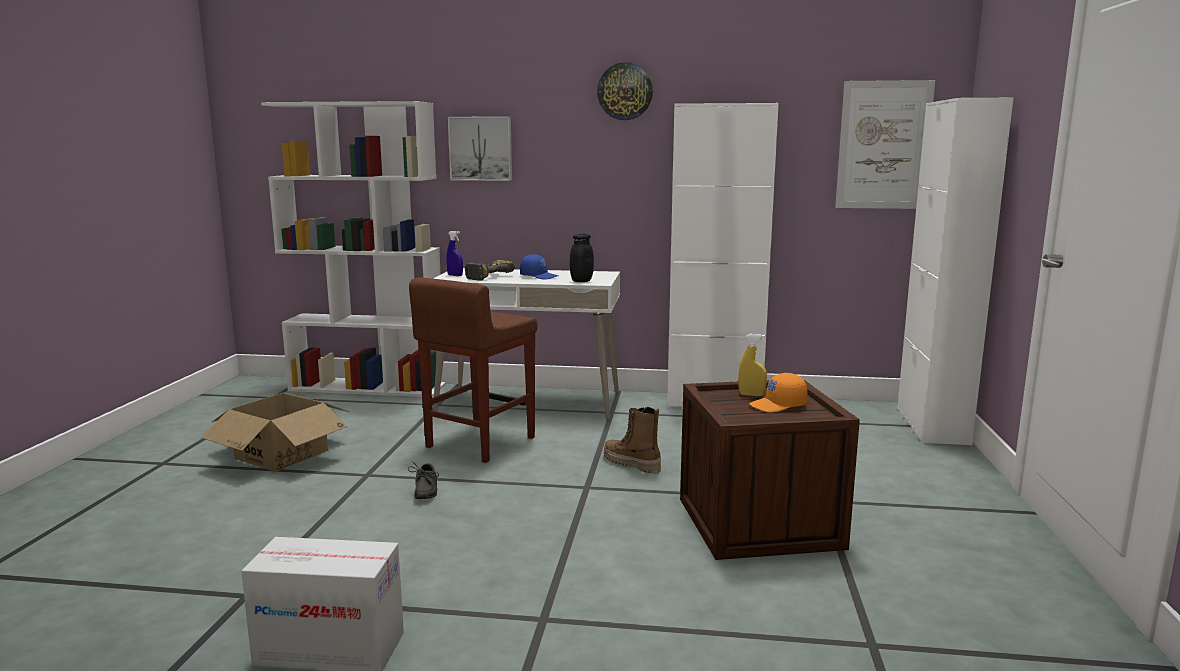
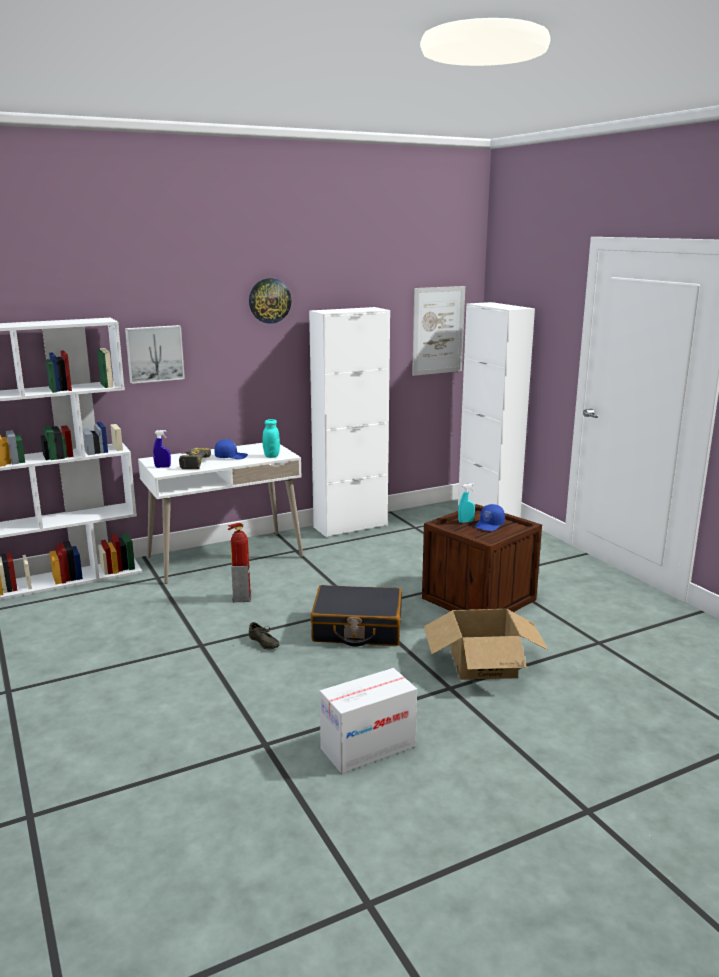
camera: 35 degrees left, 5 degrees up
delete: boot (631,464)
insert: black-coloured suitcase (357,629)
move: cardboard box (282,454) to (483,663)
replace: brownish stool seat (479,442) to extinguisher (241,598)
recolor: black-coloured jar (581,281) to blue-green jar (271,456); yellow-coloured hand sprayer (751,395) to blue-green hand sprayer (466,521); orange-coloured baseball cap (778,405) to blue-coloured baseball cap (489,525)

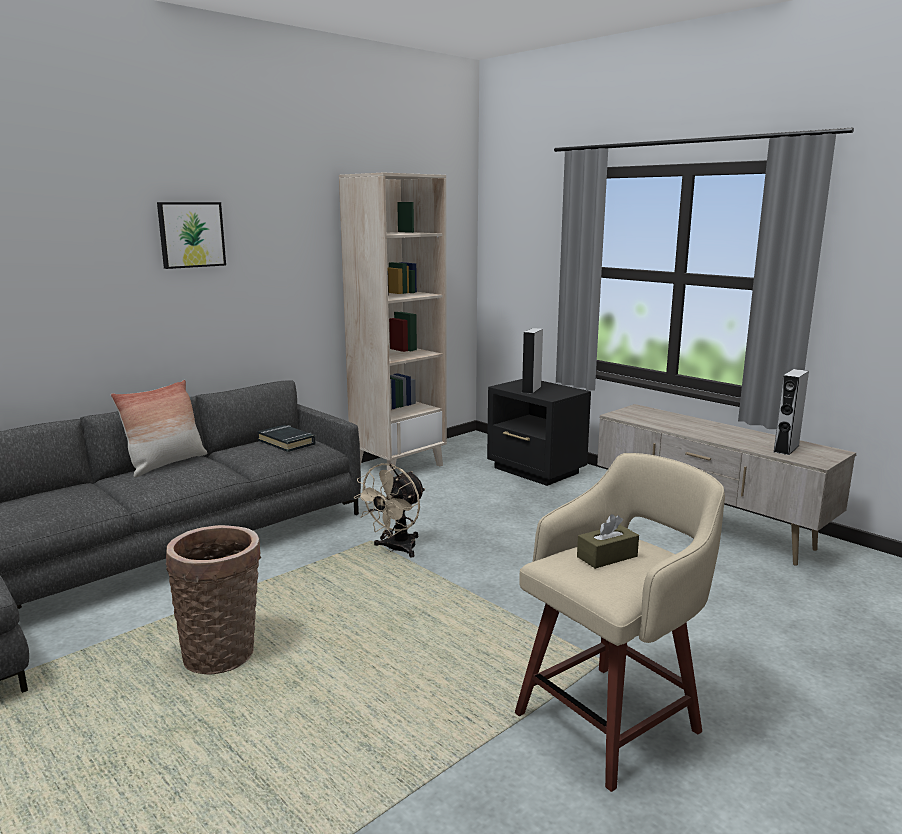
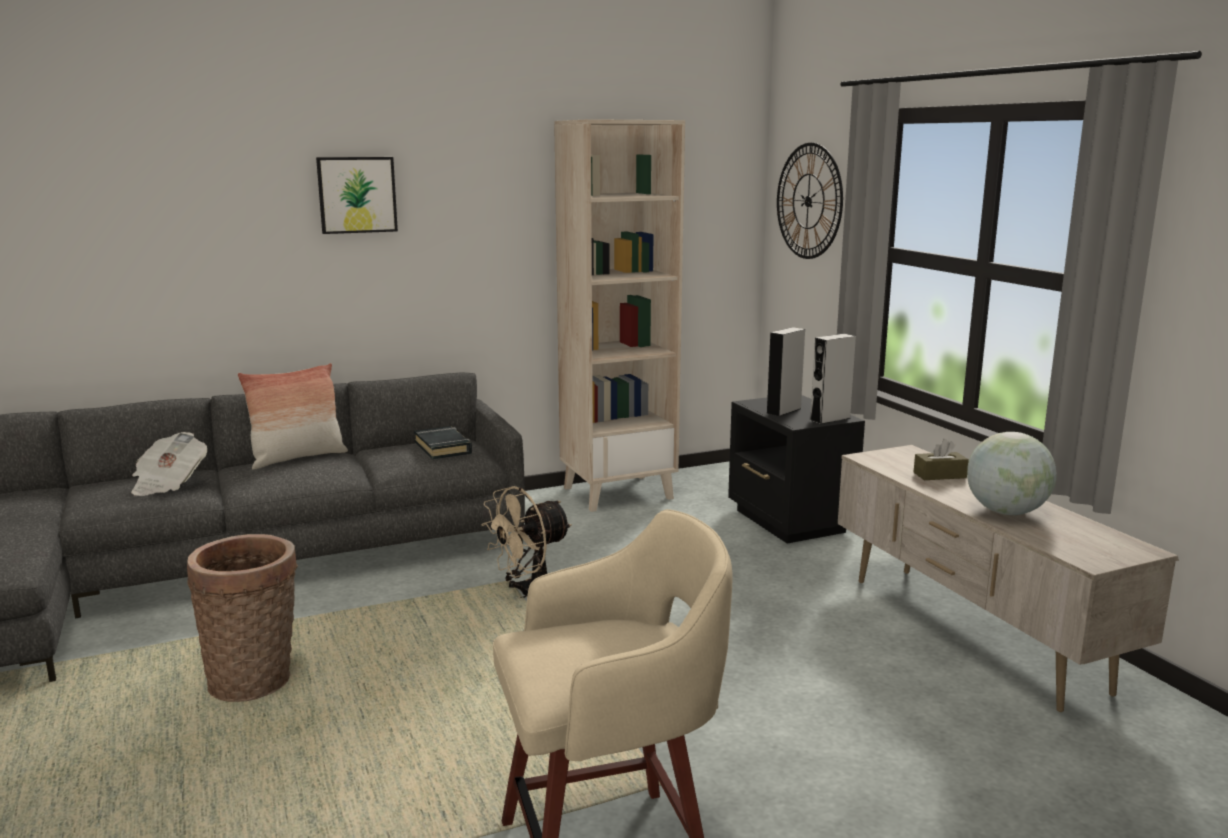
camera: 20 degrees right, 0 degrees up
insert: daily paper (168,484); clock on the wall (808,201); globe (1006,512)
move: brownish box of tissues (607,556) to (939,475); gray speaker (786,448) to (830,419)

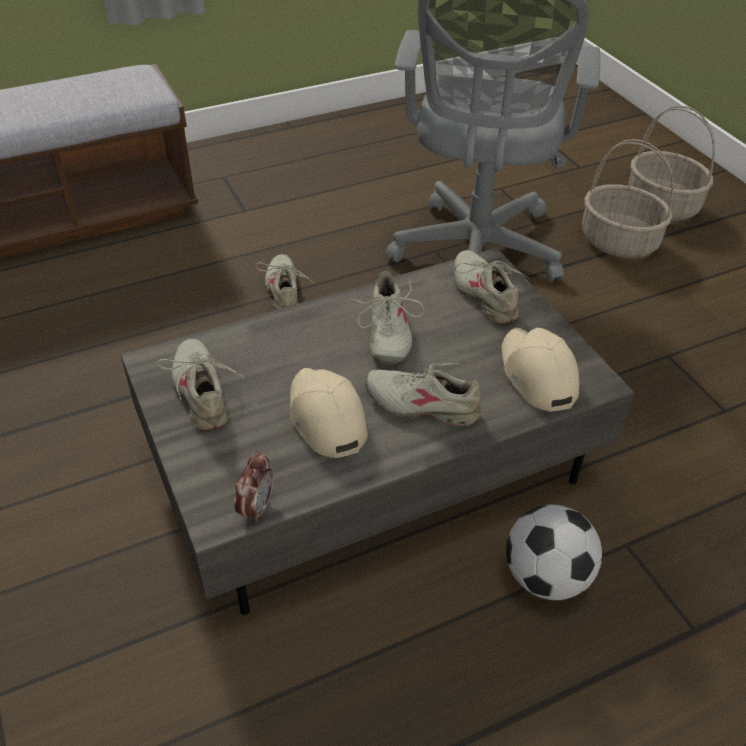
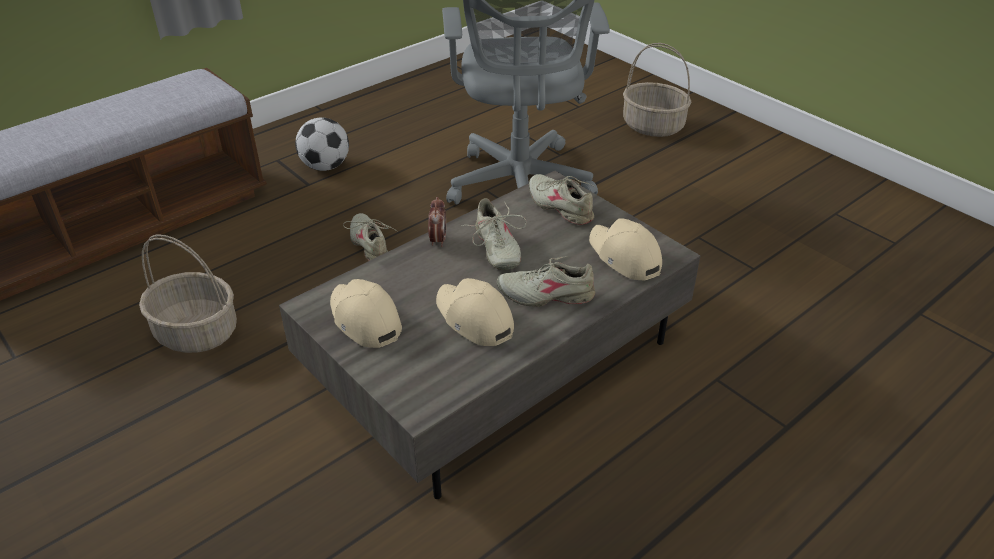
camera: 15 degrees left, 5 degrees down
move: table clock (256,508) to (438,240); football (546,578) to (325,166); household basket (619,242) to (198,332)
replace: beige shoe (203,392) to beige baseball cap (364,320)

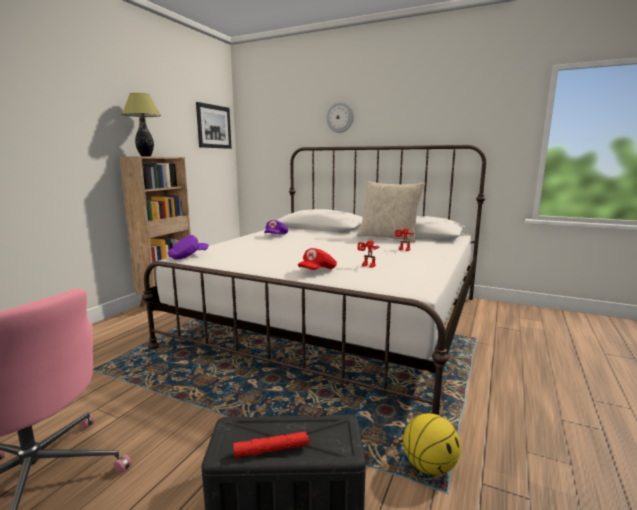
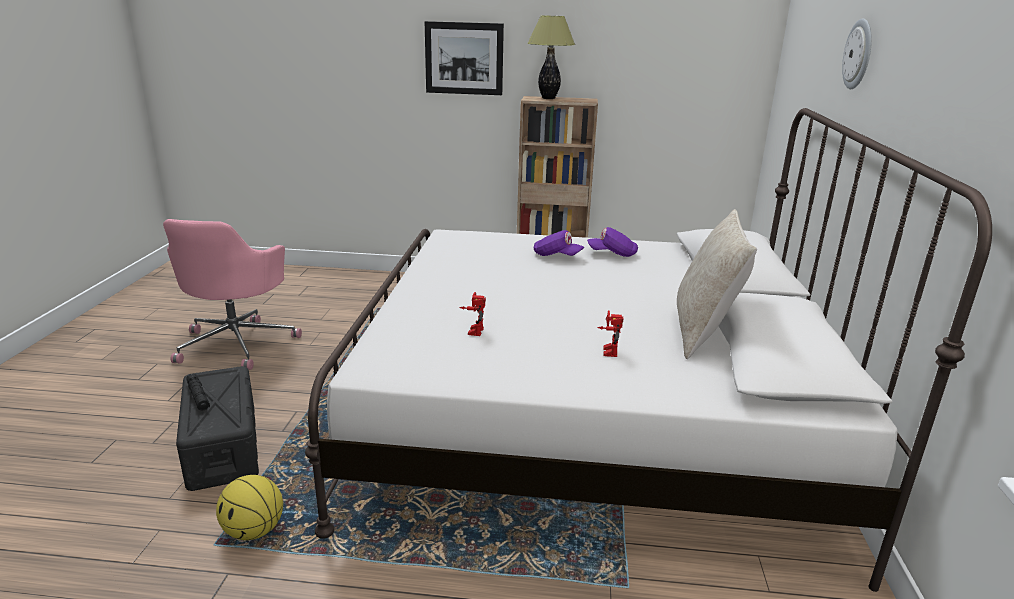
camera: 70 degrees right, 10 degrees up
delete: red baseball cap (317,271)
move: purple baseball cap (188,256) to (557,256); picture (214,126) to (464,58)
recolor: red flashlight (272,450) to black-coloured flashlight (198,397)

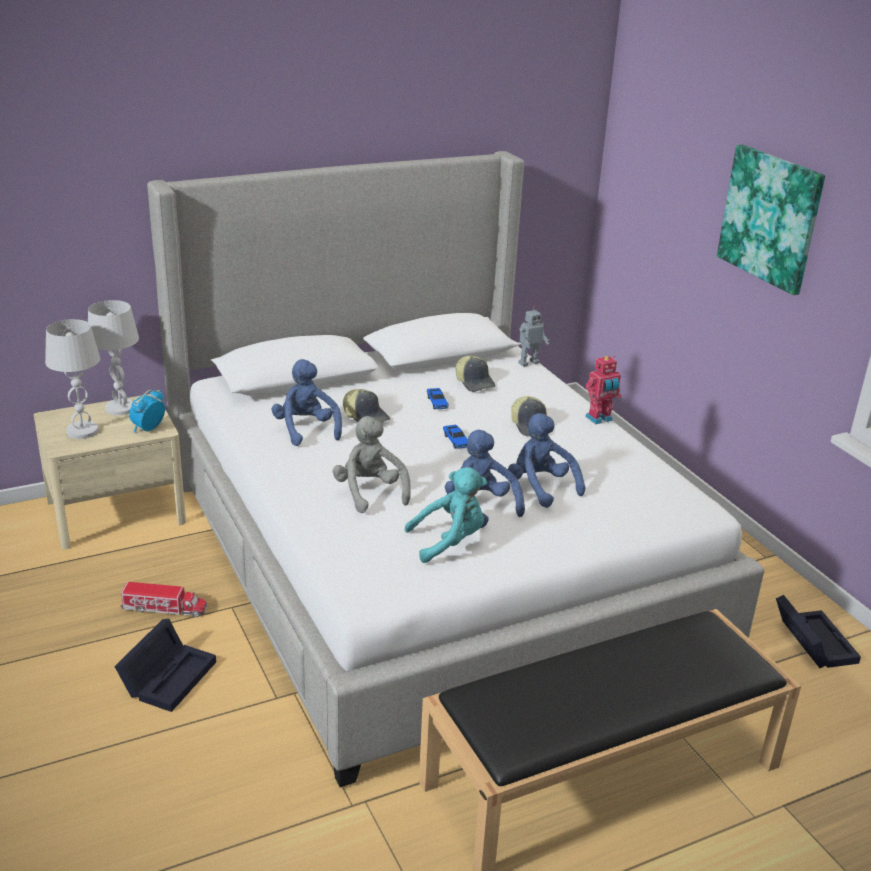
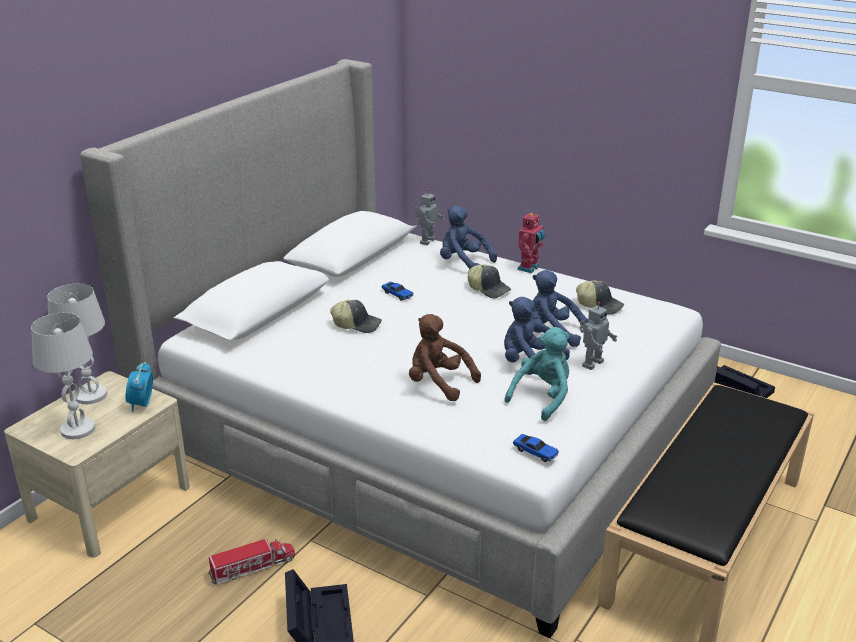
camera: 30 degrees left, 0 degrees up
delete: picture (771,218)
insert: model robot (591,363)
move: blue-coloured plush toy (306,429) to (463,263); model car (456,441) to (535,452); baseball cap (475,382) to (600,305)
recolor: gray plush toy (370,492) to brownish plush toy (438,383)

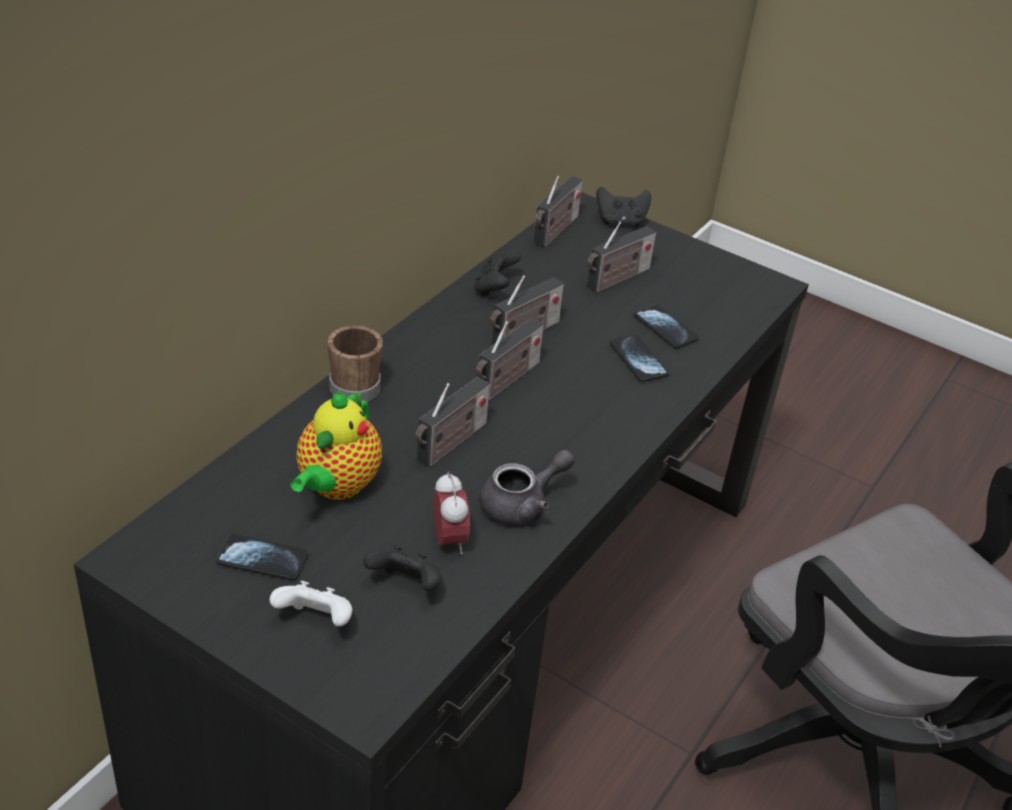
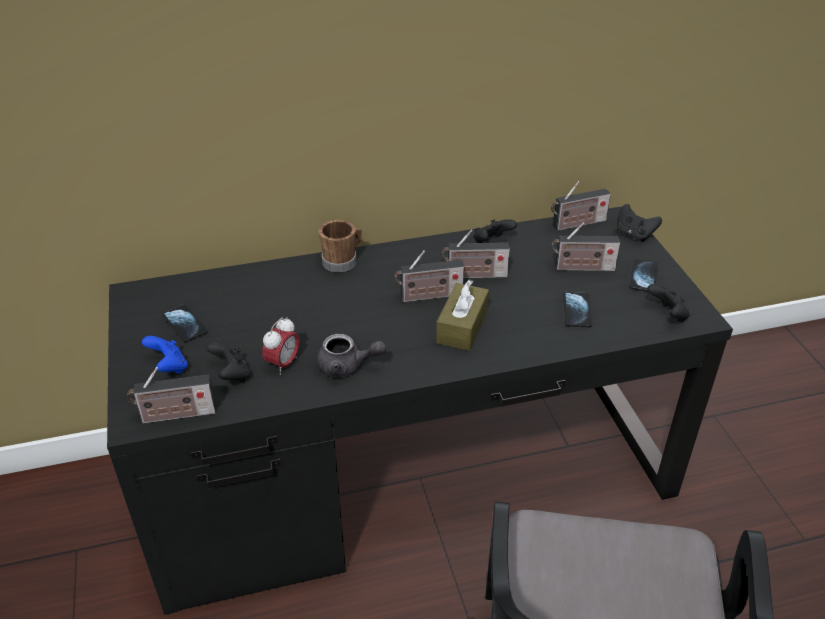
camera: 45 degrees right, 0 degrees up
delete: pot for tea (336,486)
insert: brownish box of tissues (462,326); black-coloured game controller (667,315)
move: radio set (450,444) to (175,415); handset (638,360) to (643,277)
recolor: whitish game controller (316,621) to blue-coloured game controller (169,367)

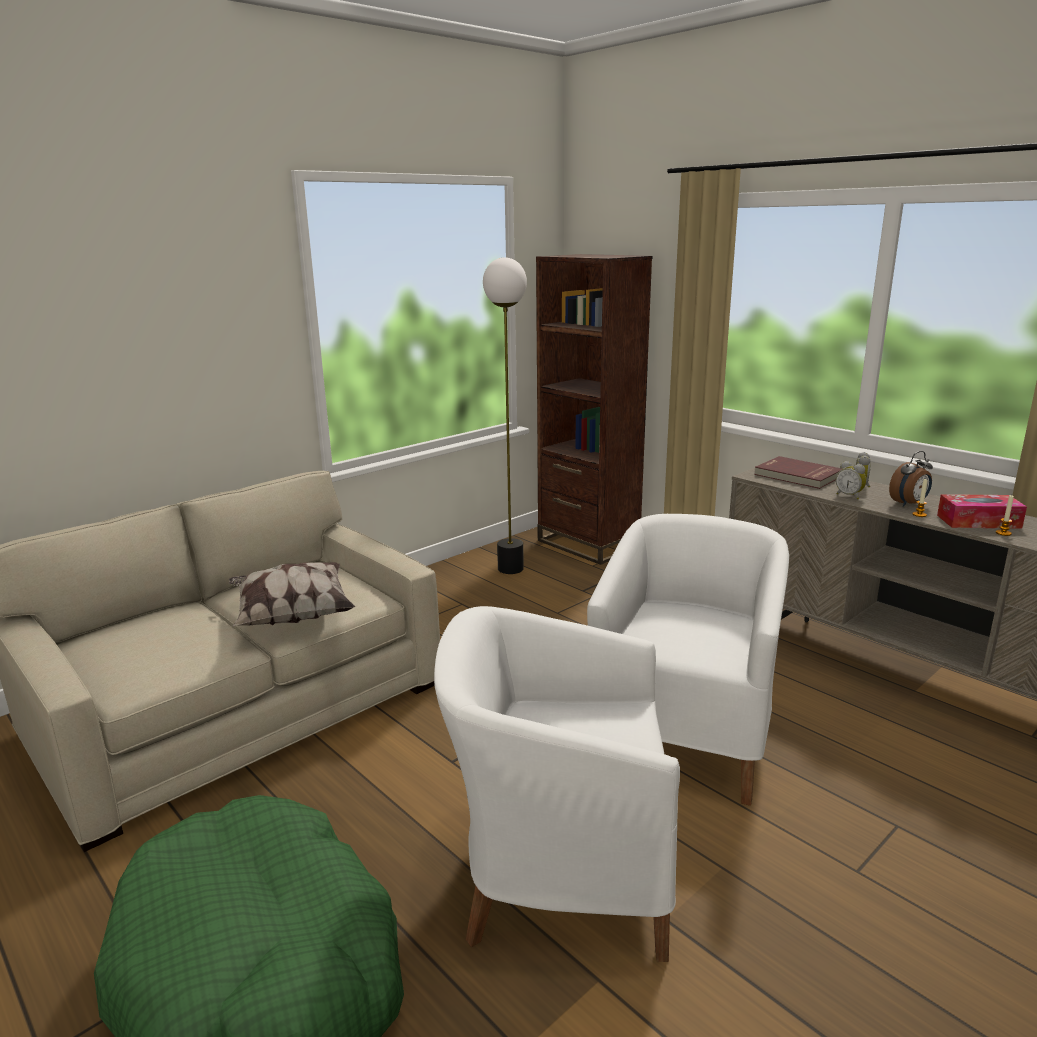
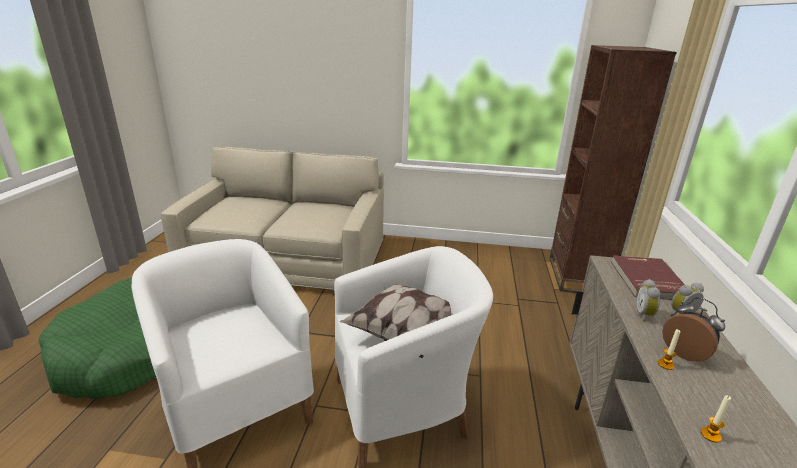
camera: 50 degrees right, 5 degrees up
delete: standard lamp (511,569); box of tissues (978,521)
move: throw pillow (292,616) to (403,331)
rotate: table clock (909,504) = (685,353) 150 degrees counterclockwise

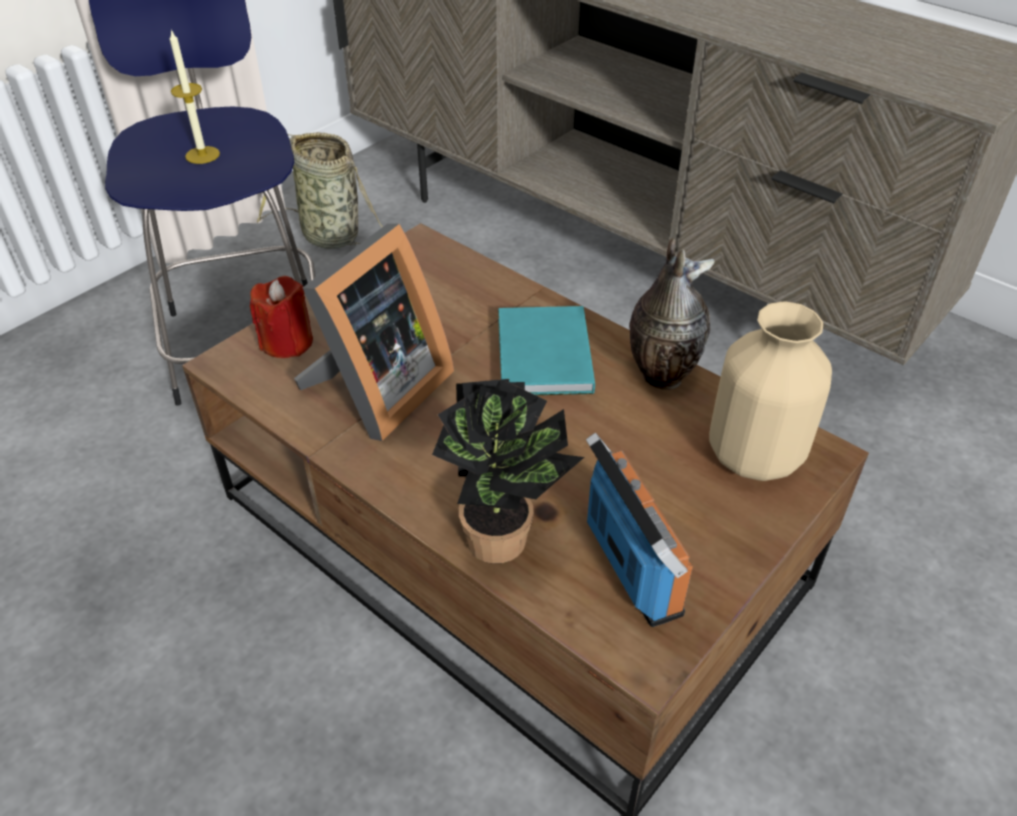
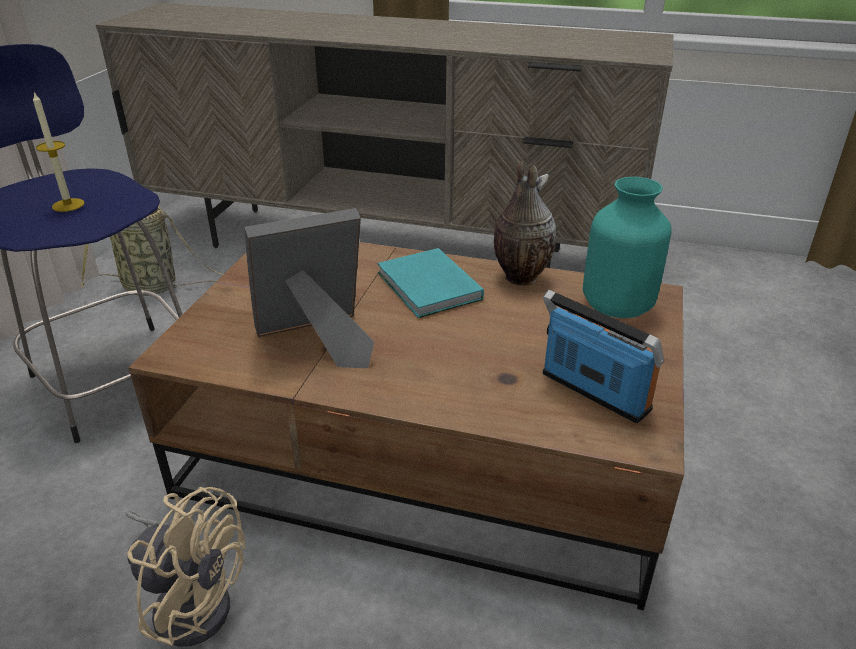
camera: 25 degrees left, 10 degrees down
delete: red candle (287,342); houseplant (505,542)
insert: beige fan (191,599)
recolor: beige vase (752,455) to blue-green vase (616,306)
rotate: standing frame (377,392) = (318,341) 120 degrees counterclockwise

